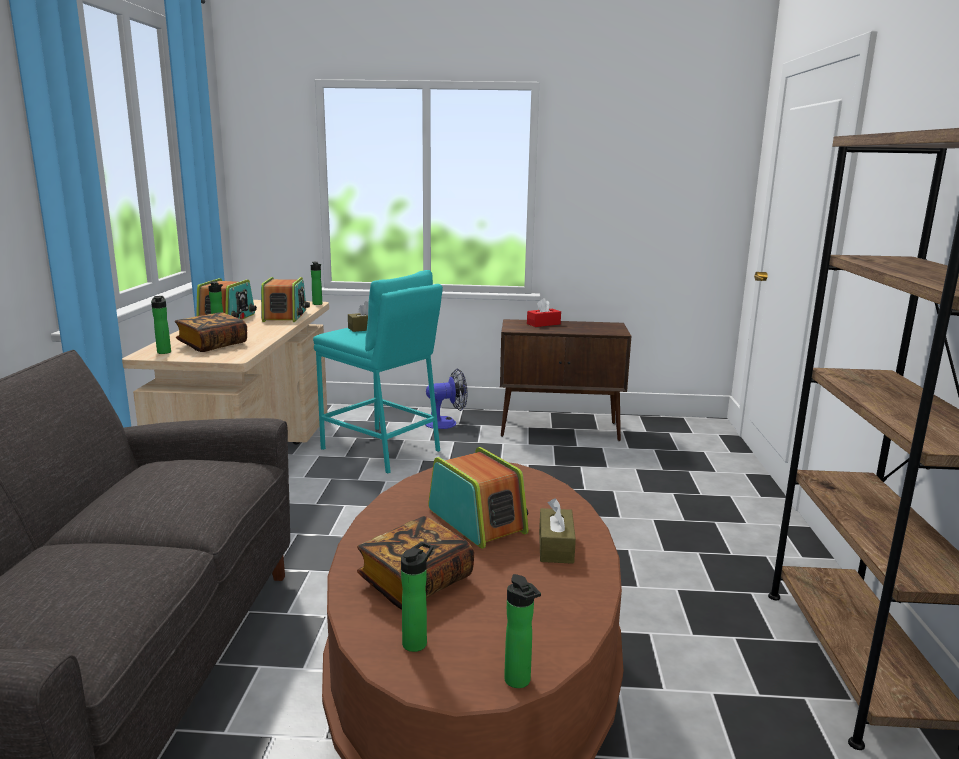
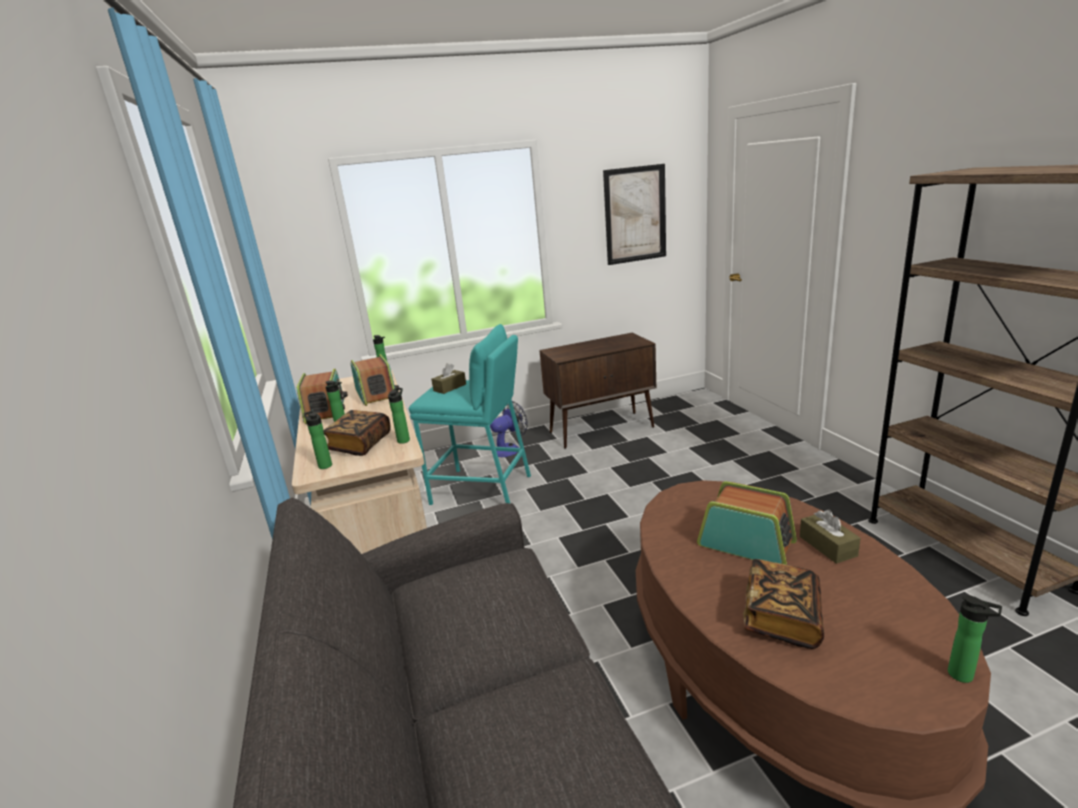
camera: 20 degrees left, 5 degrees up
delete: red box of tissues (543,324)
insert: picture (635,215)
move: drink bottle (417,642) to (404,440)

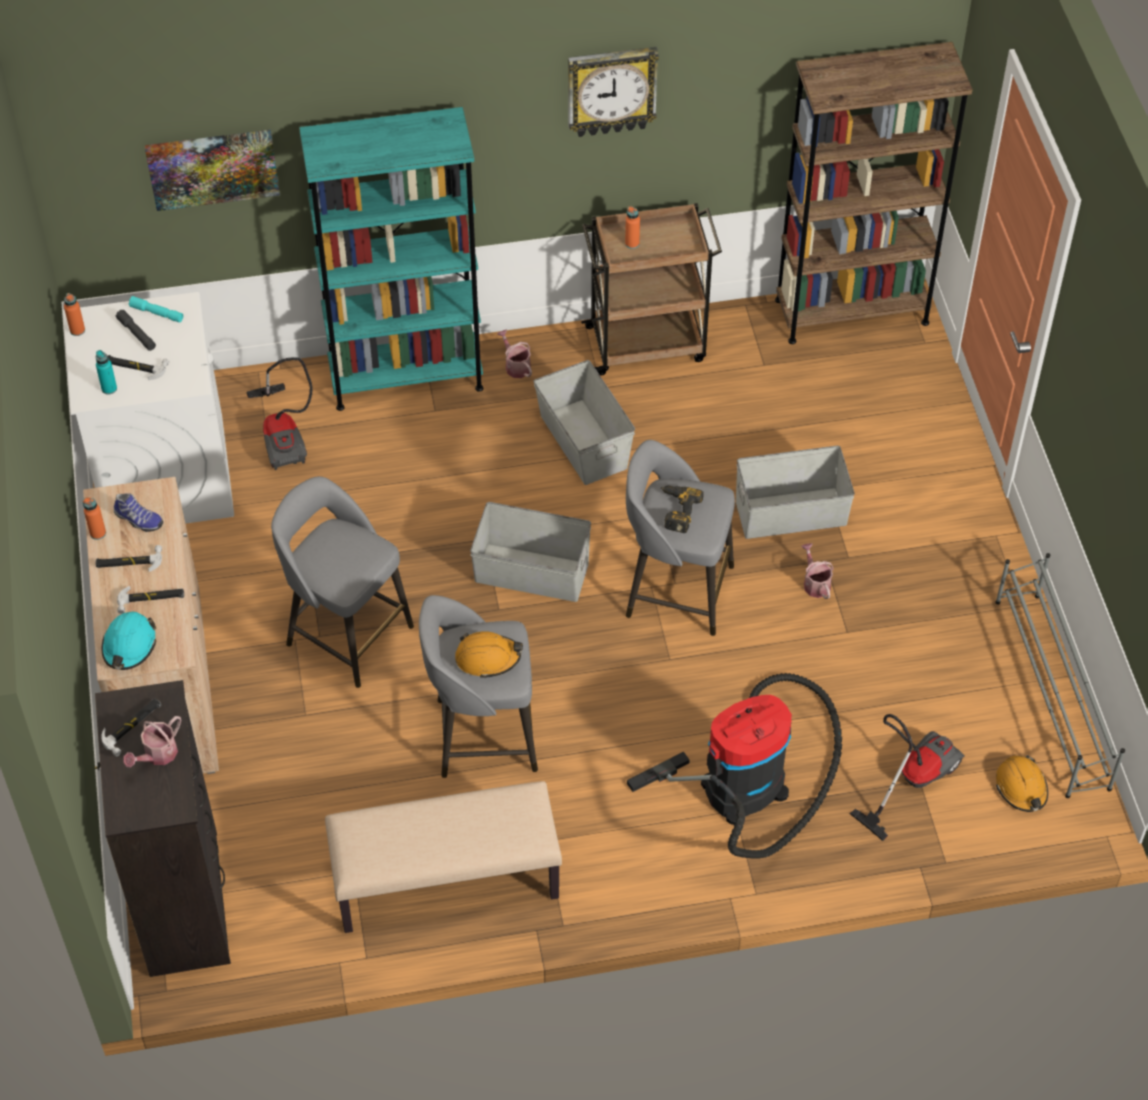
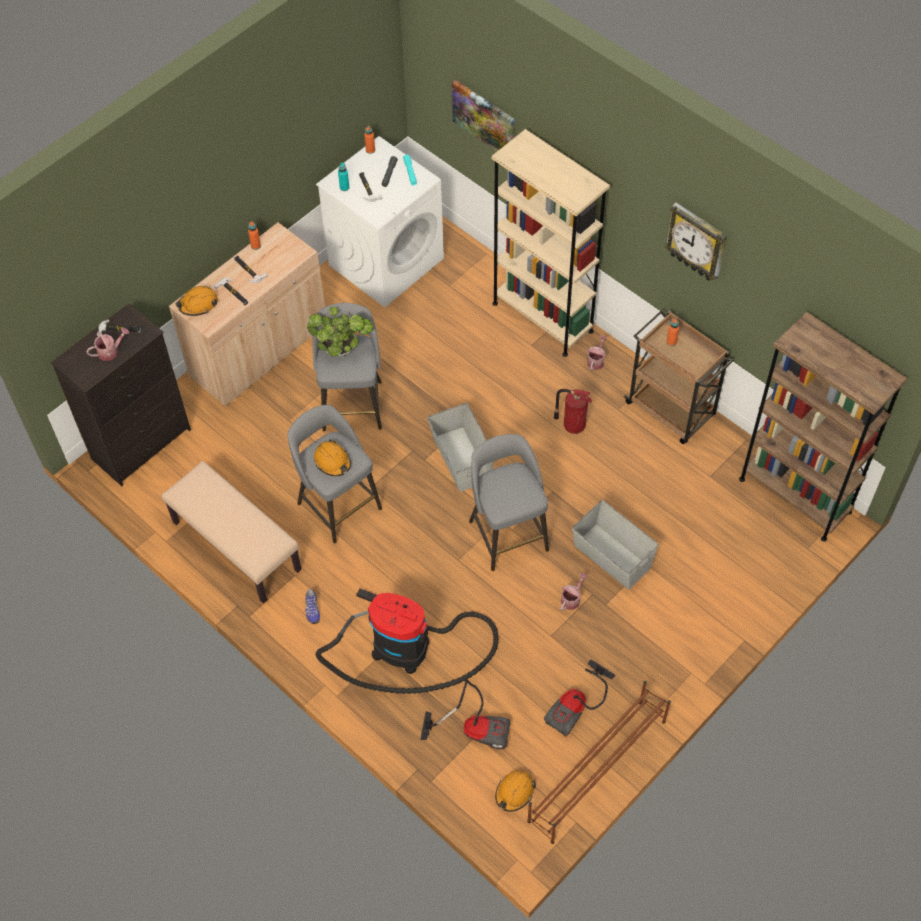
camera: 55 degrees right, 5 degrees up
delete: drill (676,510)
insert: houseplant (342,349)
move: shoe (138,520) to (312,609); hoover (284,435) to (577,707)
replace: gray storage box (584,441) to extinguisher (572,425)
recolor: blue-green safety helmet (129,646) to orange-coloured safety helmet (198,304); blue-green shelving unit (406,376) to beige shelving unit (542,317); gray shoe stand (1051,694) to brownish shoe stand (596,771)
rotate: watering can (157,755) = (110,351) 150 degrees clockwise

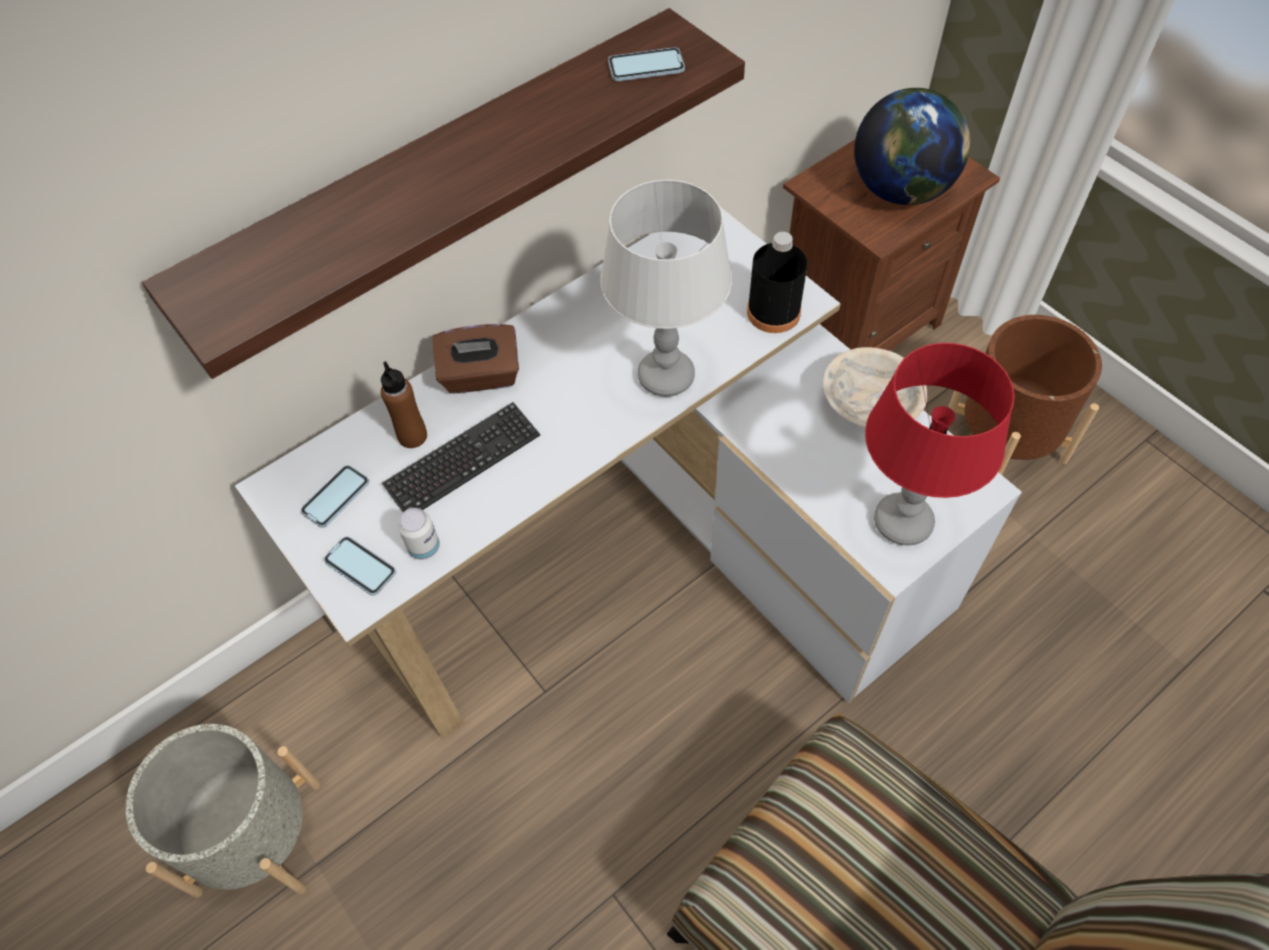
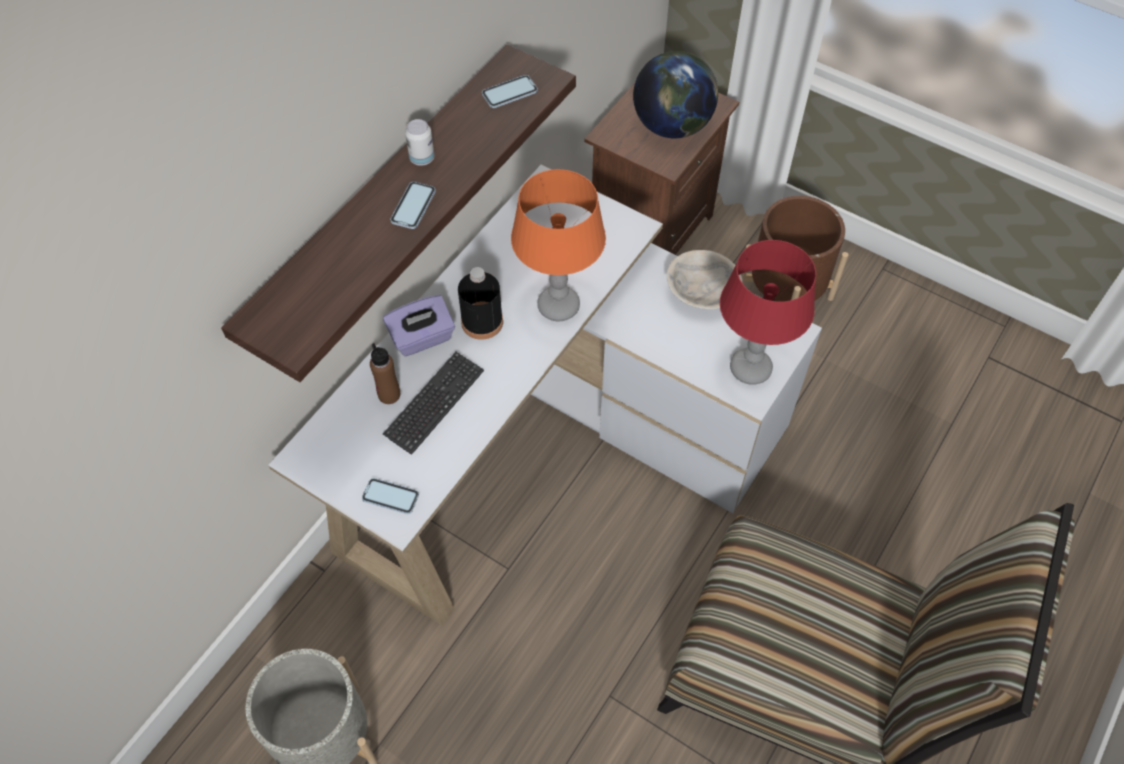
camera: 20 degrees left, 0 degrees up
move: handset (336,497) to (413,206); can (424,547) to (422,158); black-coloured drink bottle (773,312) to (482,322)
recolor: brownish box of tissues (481,376) to purple box of tissues (422,338); gray lamp for a table (666,377) to orange-coloured lamp for a table (558,306)

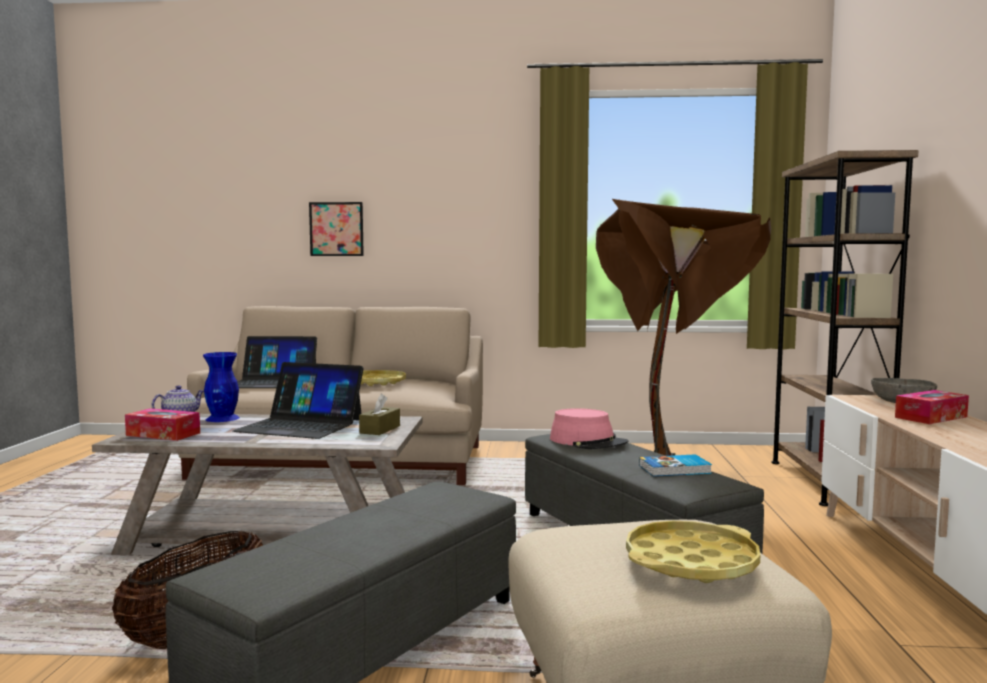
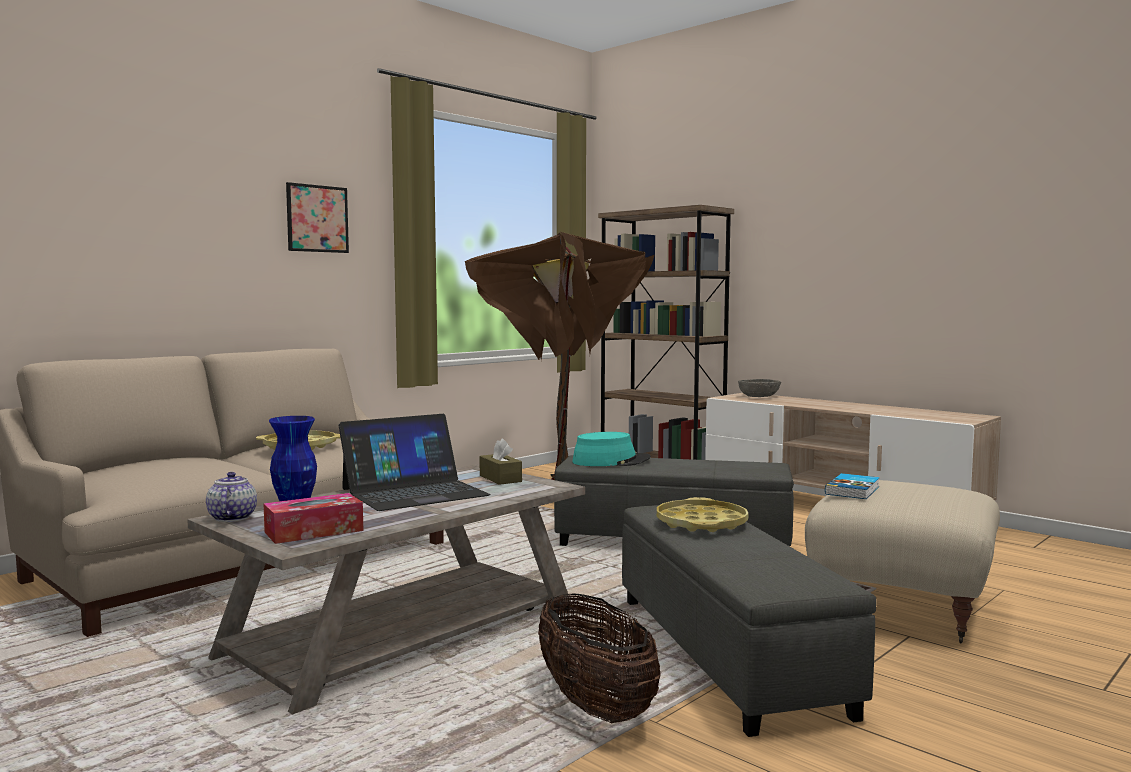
camera: 50 degrees left, 0 degrees up
delete: notebook computer (273,382); box of tissues (931,417)
move: picture (336,229) to (317,218); yellow-coloured carrying tray (691,562) to (701,524); volume (675,469) to (854,490)
recolor: pink-coloured wearable hat (588,441) to blue-green wearable hat (611,461)

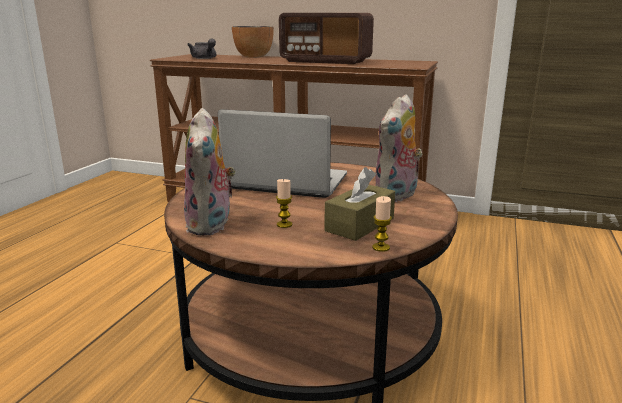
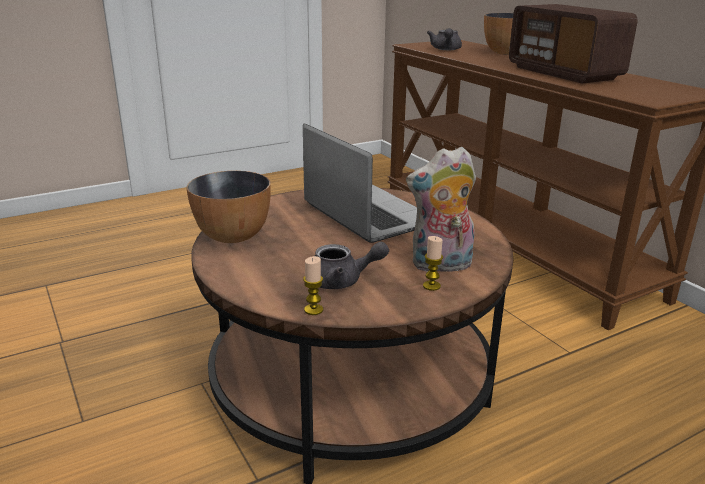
camera: 40 degrees right, 5 degrees up
move: candle (284,224) to (431,286)
replace: plush toy (212,225) to serving bowl (233,236); brownish box of tissues (360,224) to gray pot for tea (342,281)

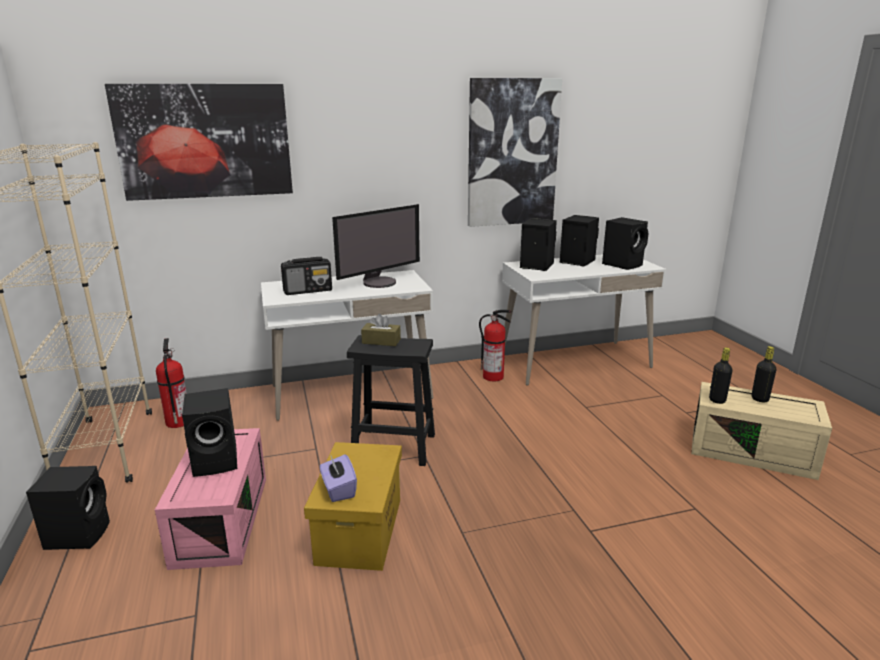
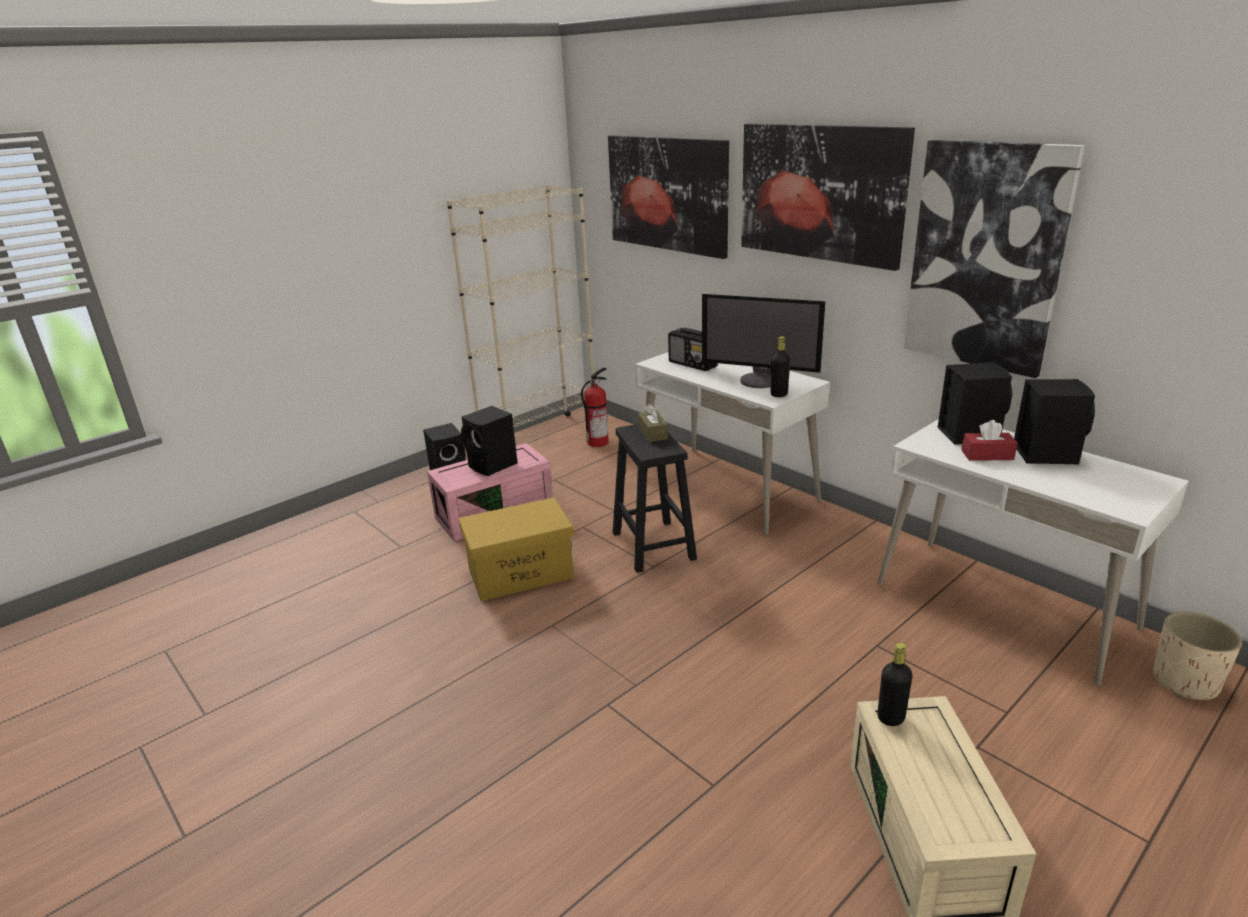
camera: 65 degrees right, 5 degrees up
delete: purple box of tissues (338,490); extinguisher (494,377); black-coloured speaker (623,264)
insert: picture (820,193); red box of tissues (987,455); beige plant pot (1184,682)
move: black-coloured drink bottle (759,399) to (779,394)

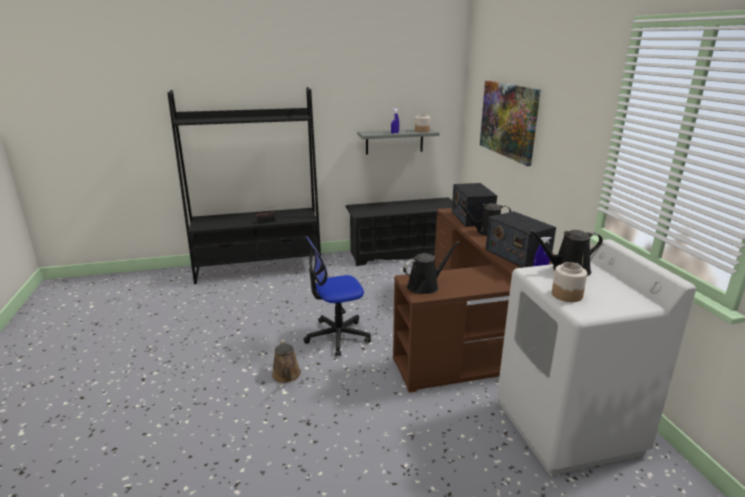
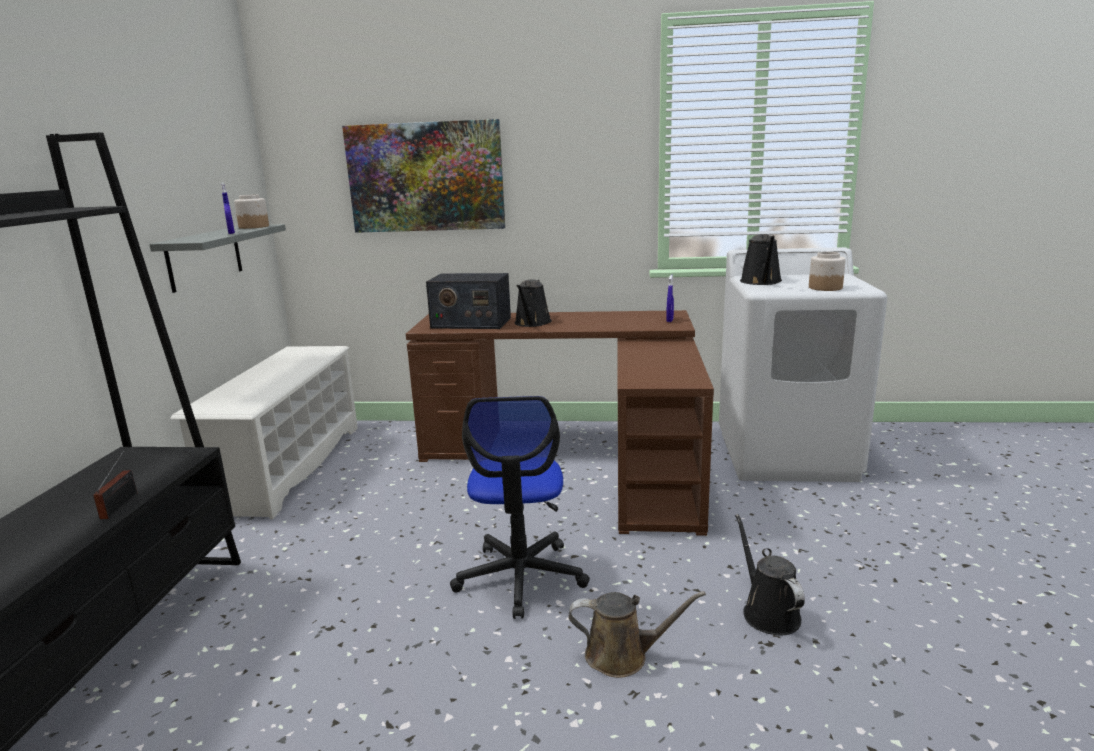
camera: 70 degrees left, 5 degrees down
delete: radio set (516,255)
move: black-coloured watering can (425,286) to (768,612)
recolor: black-coloured shoe stand (403,253) to whitish shoe stand (288,467)

